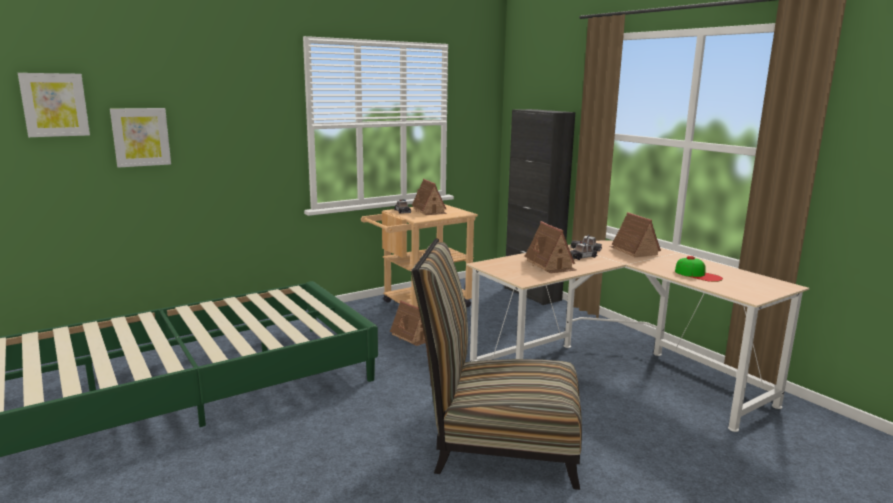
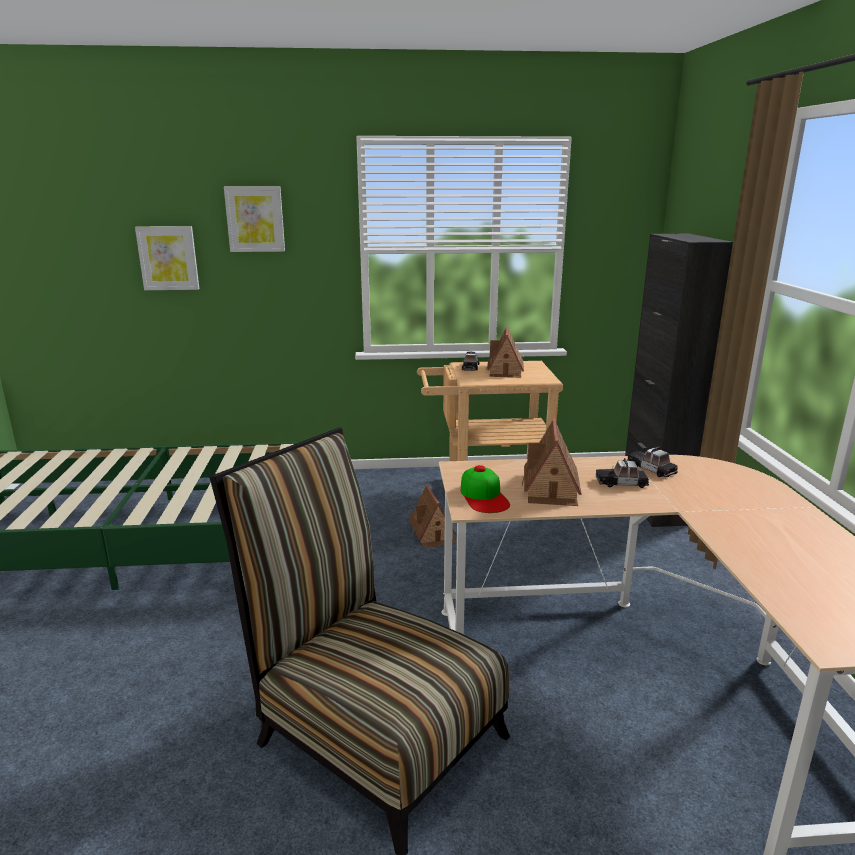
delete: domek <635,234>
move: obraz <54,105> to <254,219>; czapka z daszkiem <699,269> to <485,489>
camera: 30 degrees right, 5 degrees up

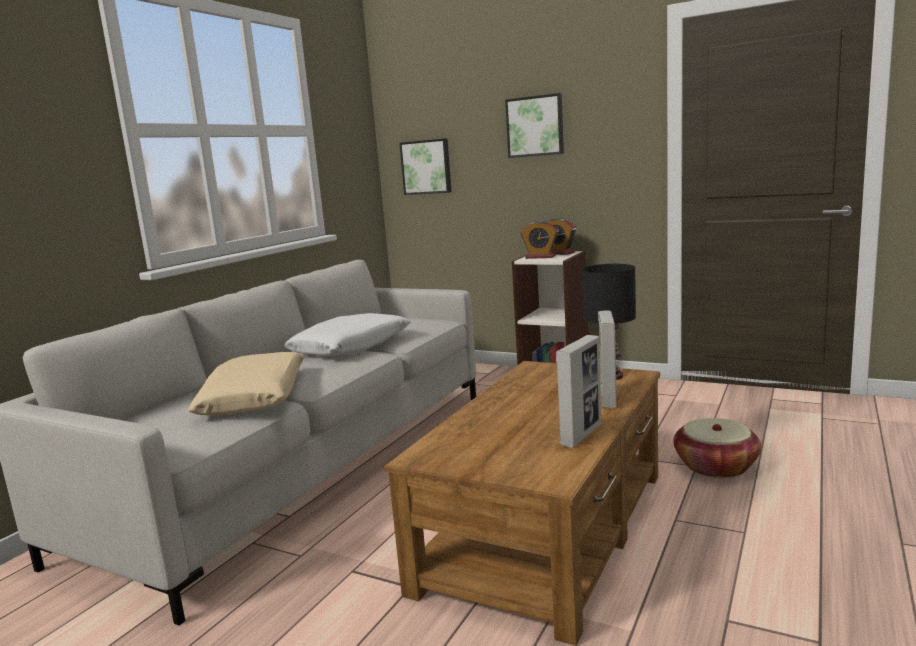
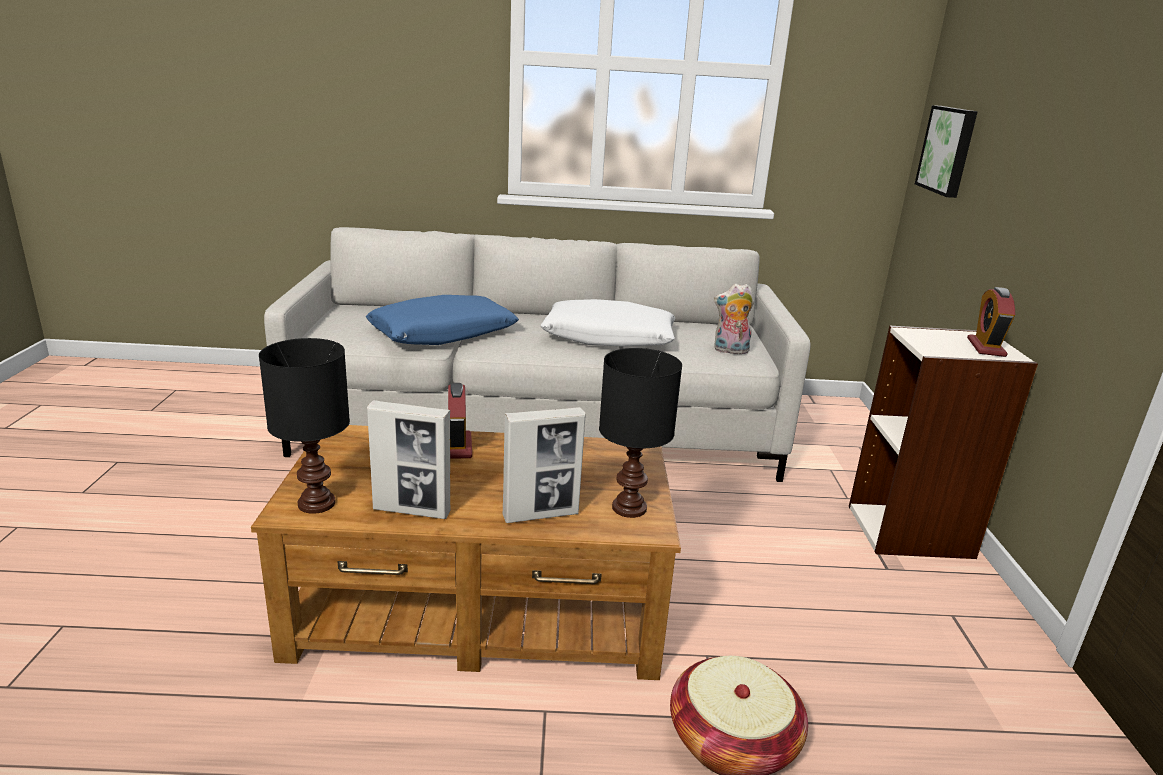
delete: obraz <534,125>
insert: lampa stołowa (czarny) <304,426>; pluszak <734,320>
move: budzik <539,240> to <460,421>
recolor: poduszka (beżowy) <246,383> to poduszka (niebieski) <442,320>
camera: 60 degrees right, 10 degrees up

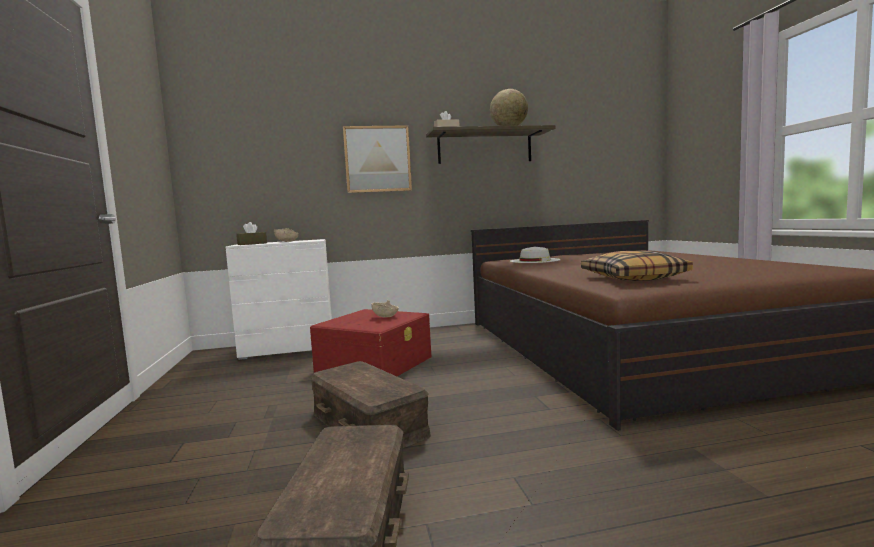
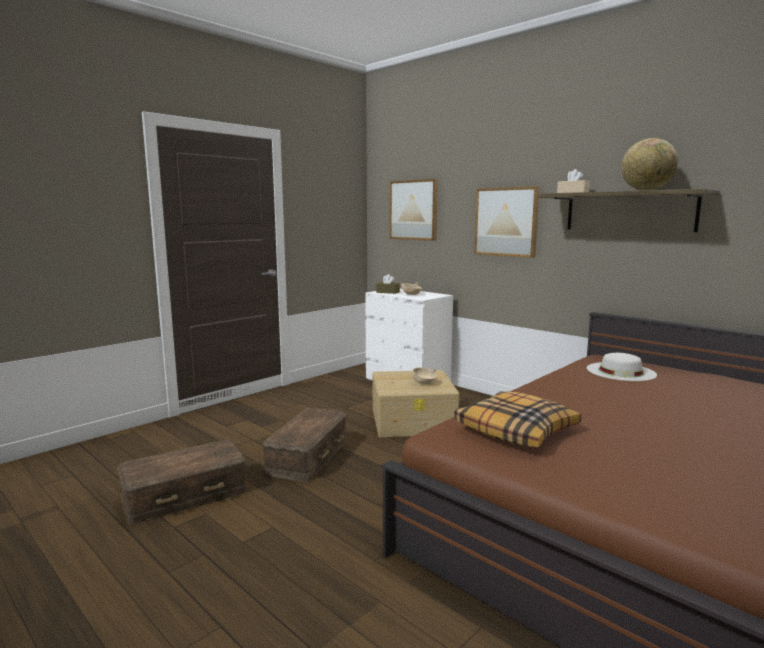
insert: obraz <414,210>
recolor: pojemnik do przechowywania (czerwony) <370,342> to pojemnik do przechowywania (beżowy) <416,403>
camera: 55 degrees right, 5 degrees up

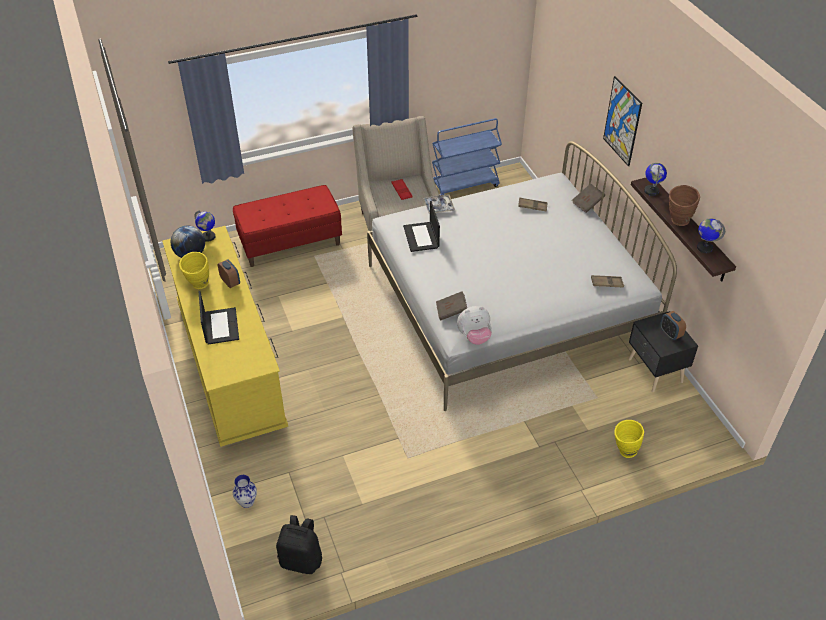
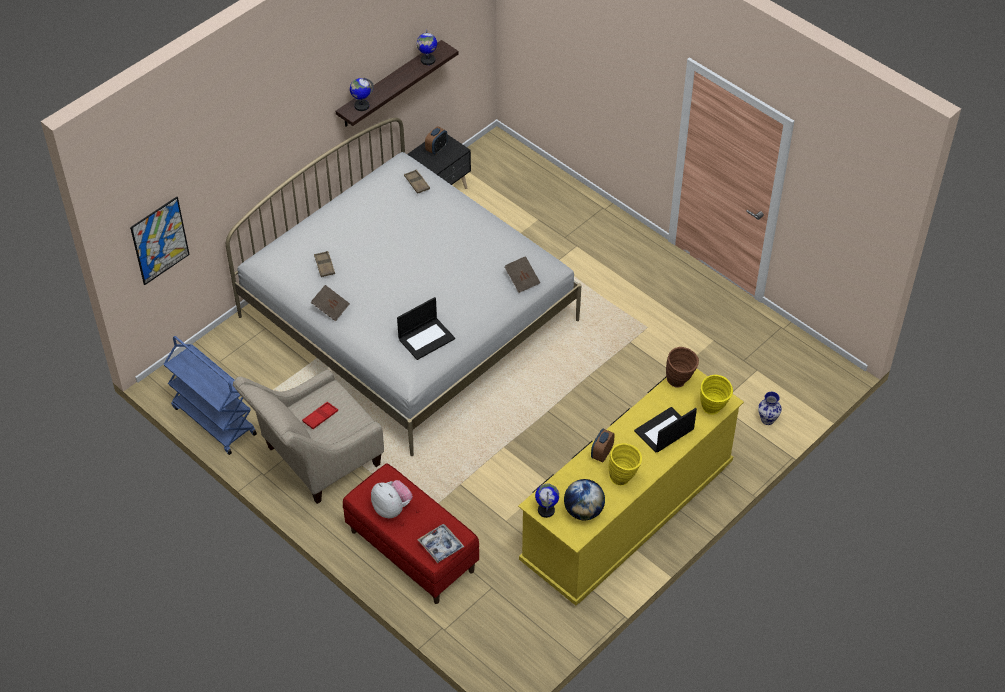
delete: plecak (czarny) <299,544>
move: taca <439,204> to <440,543>; pluszak <474,325> to <392,499>; książka (brązowy) <588,198> to <330,303>; obraz <622,121> to <160,241>; wazon (żółty) <629,439> to <716,395>; wazon (brązowy) <684,205> to <682,367>
camera: 115 degrees left, 5 degrees up

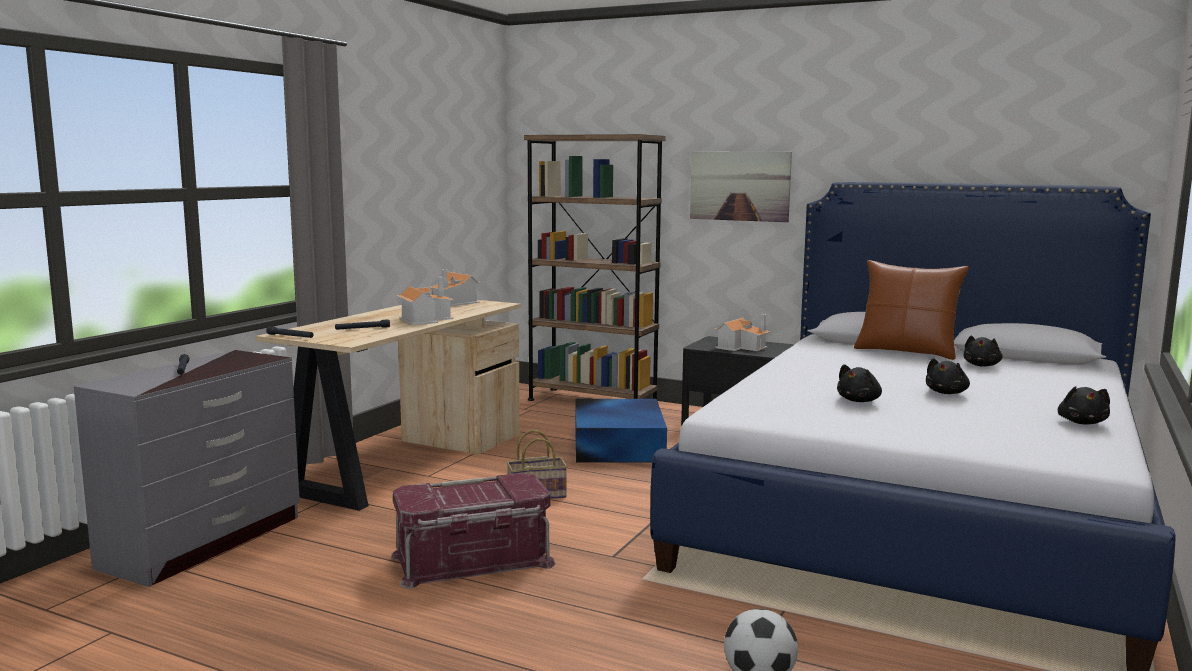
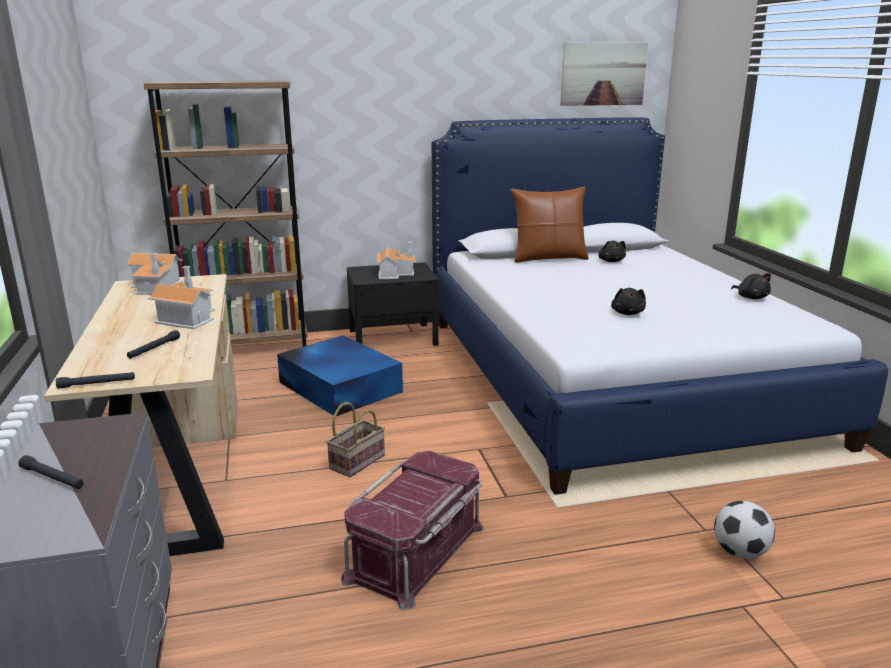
delete: pluszak (czarny) <948,376>
move: obraz <741,186> to <604,74>
camera: 40 degrees left, 10 degrees up

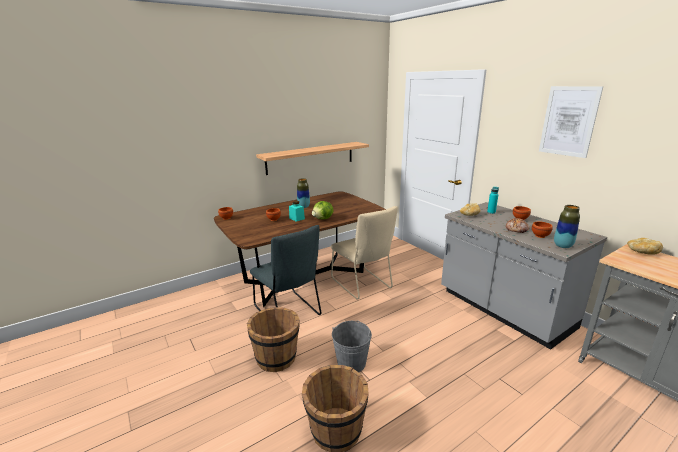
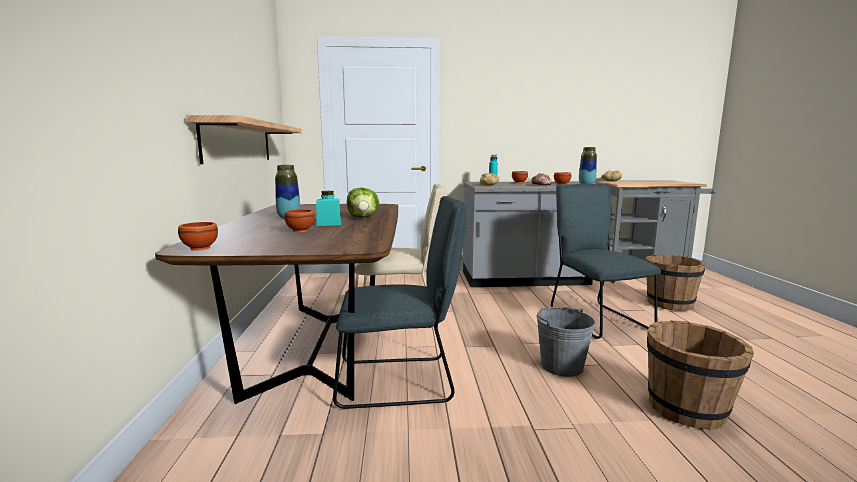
delete: obraz <571,122>
insert: krzesło (szary) <606,261>
move: wiadro (brązowy) <273,339> to <675,283>
camera: 60 degrees left, 10 degrees down

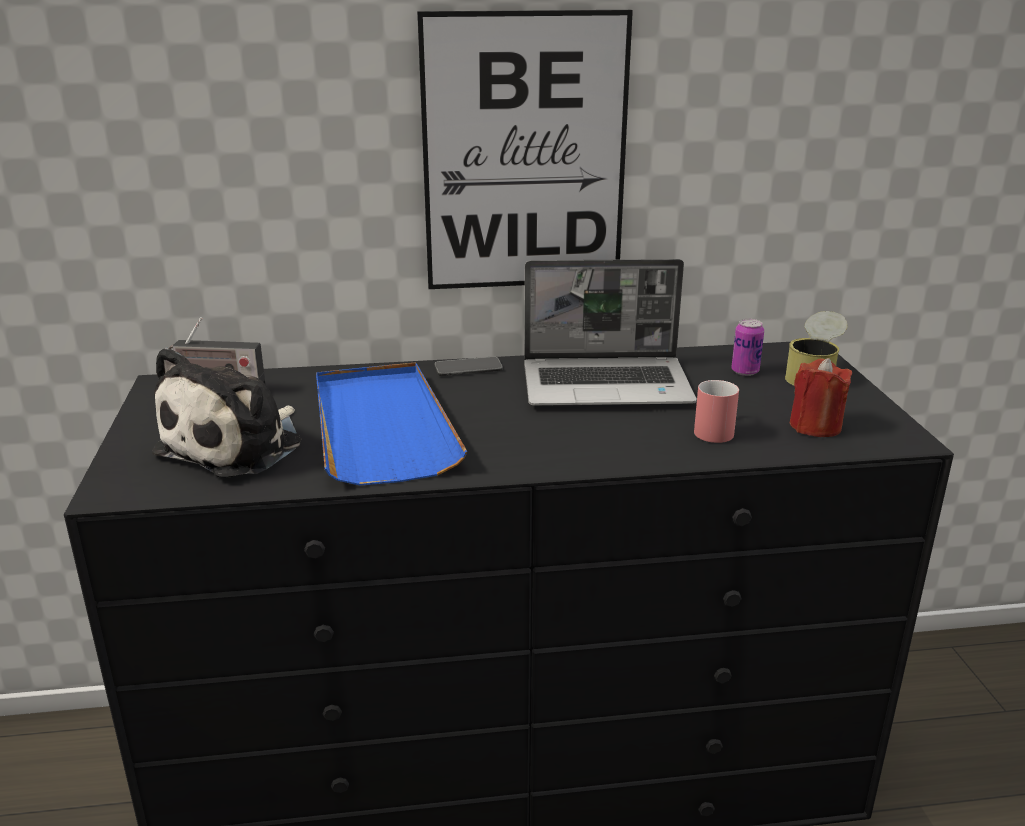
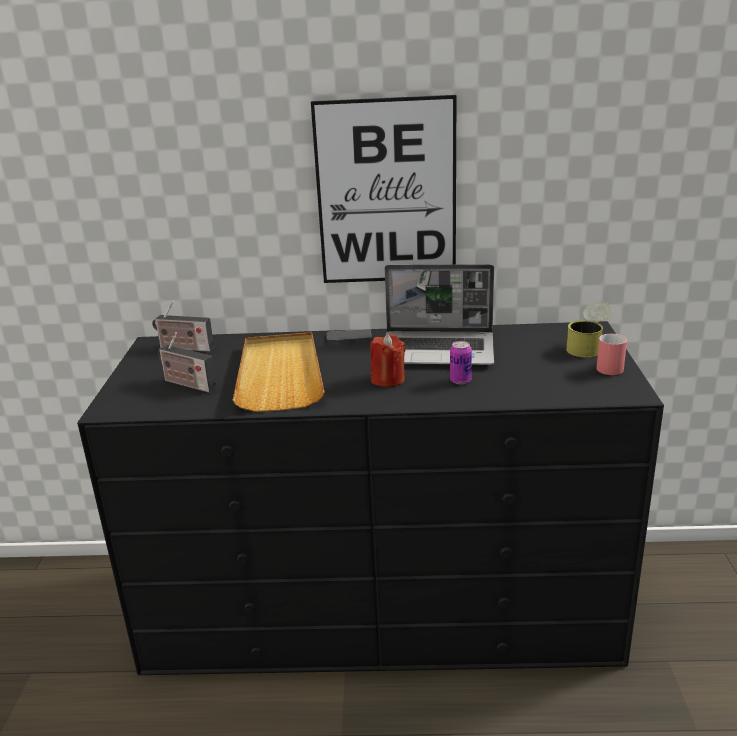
move: kubek (czerwony) <716,411> to <612,354>; puszka <747,347> to <461,363>; świeca (czerwony) <821,397> to <387,360>
replace: pluszak <226,412> to radio <187,362>
recolor: taca (niebieski) <391,424> to taca (beżowy) <279,372>
camera: 10 degrees right, 0 degrees up

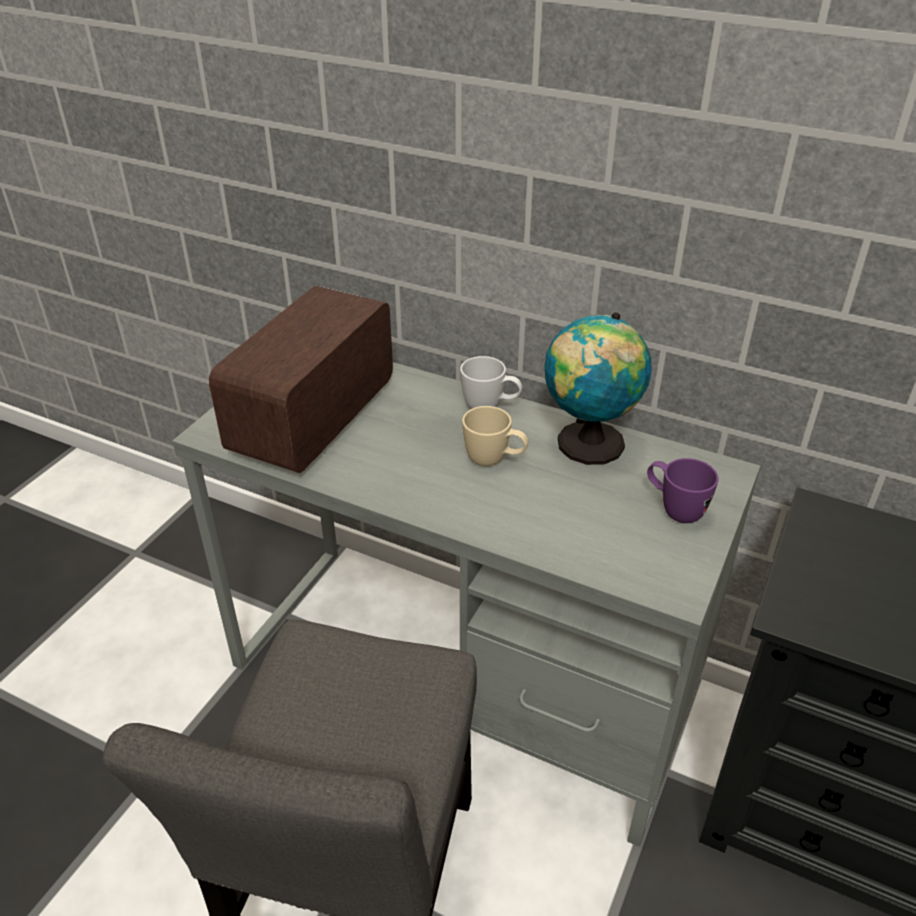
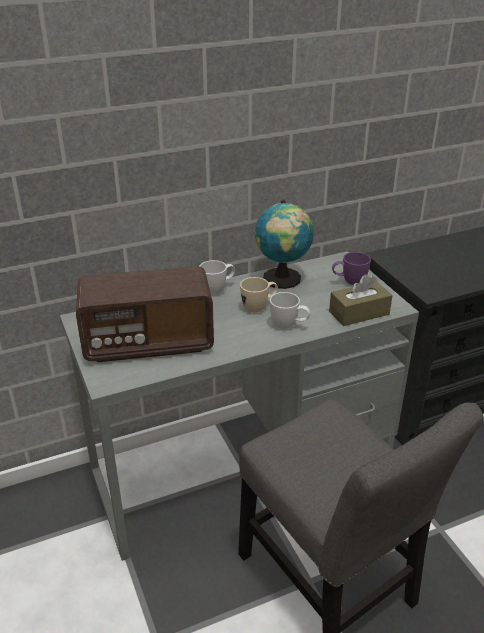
insert: kubek (biały) <290,310>; pudełko chusteczek (brązowy) <361,300>
rotate: radio <301,379> = <145,314> 75 degrees counterclockwise
camera: 50 degrees left, 5 degrees down

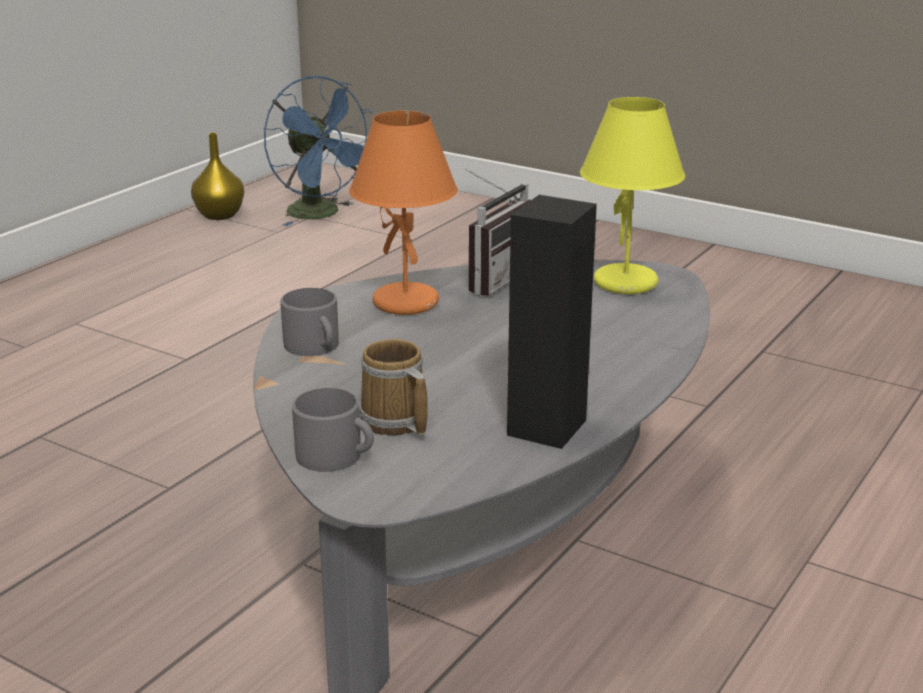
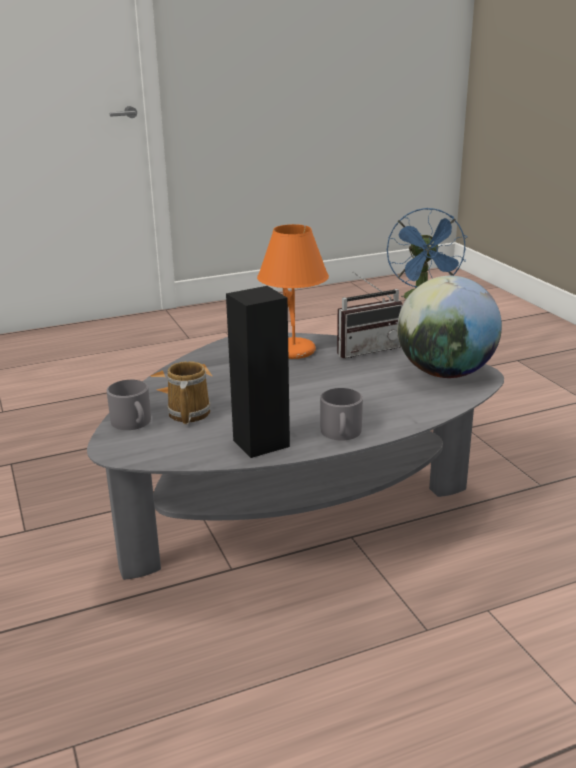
delete: wazon (żółty) <217,176>
move: kubek (szary) <309,322> to <341,414>
replace: lampa stołowa (żółty) <632,195> to globus <449,327>
camera: 35 degrees right, 0 degrees up

